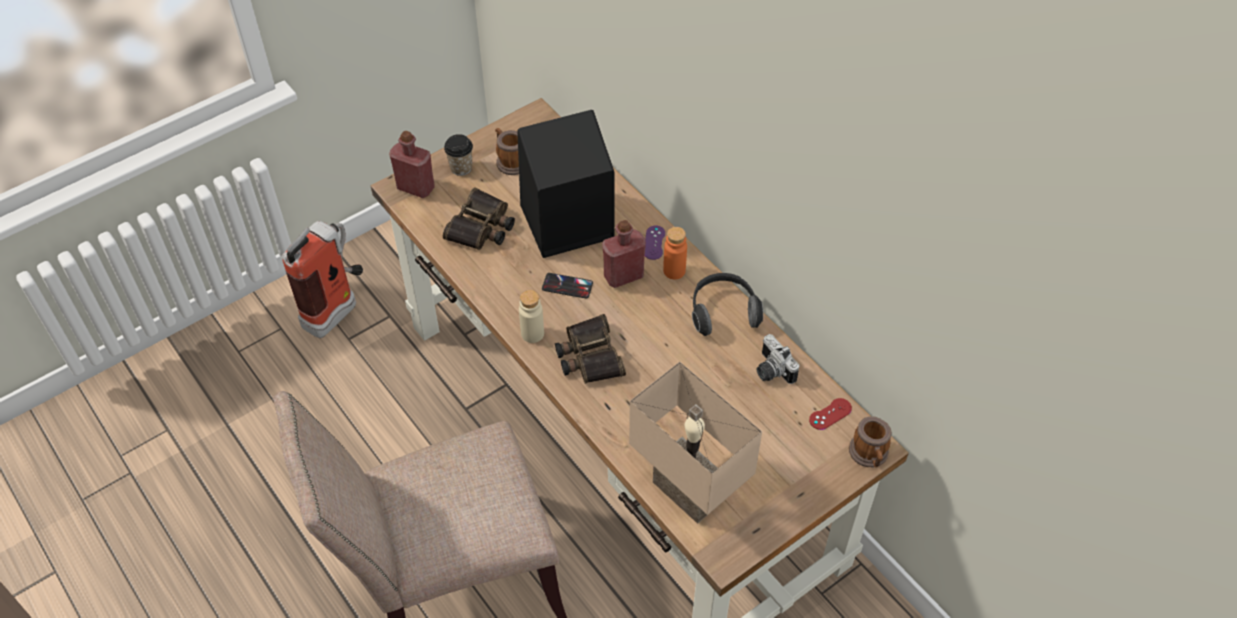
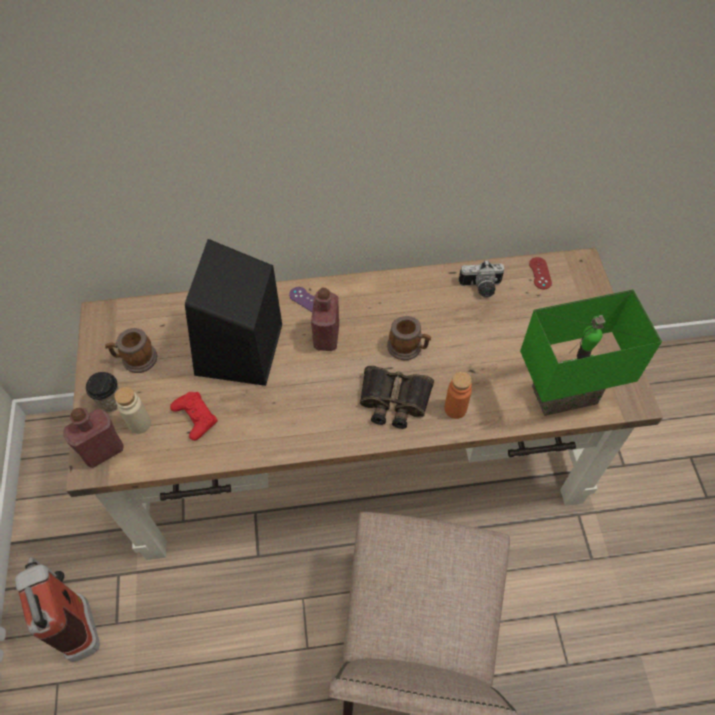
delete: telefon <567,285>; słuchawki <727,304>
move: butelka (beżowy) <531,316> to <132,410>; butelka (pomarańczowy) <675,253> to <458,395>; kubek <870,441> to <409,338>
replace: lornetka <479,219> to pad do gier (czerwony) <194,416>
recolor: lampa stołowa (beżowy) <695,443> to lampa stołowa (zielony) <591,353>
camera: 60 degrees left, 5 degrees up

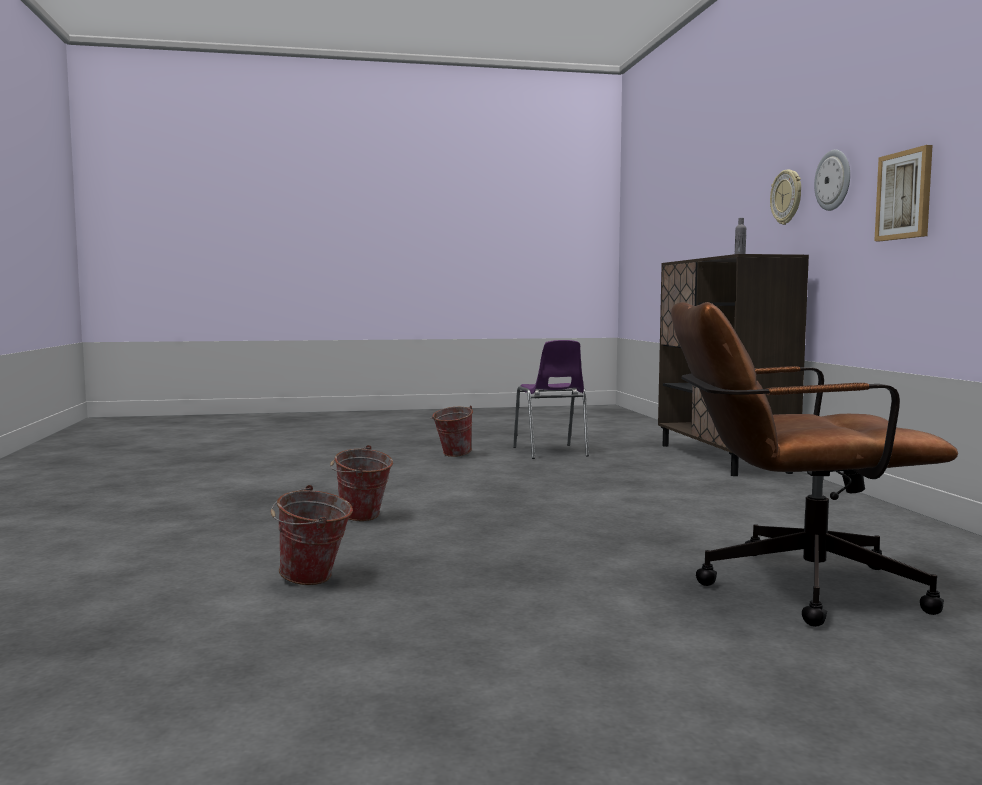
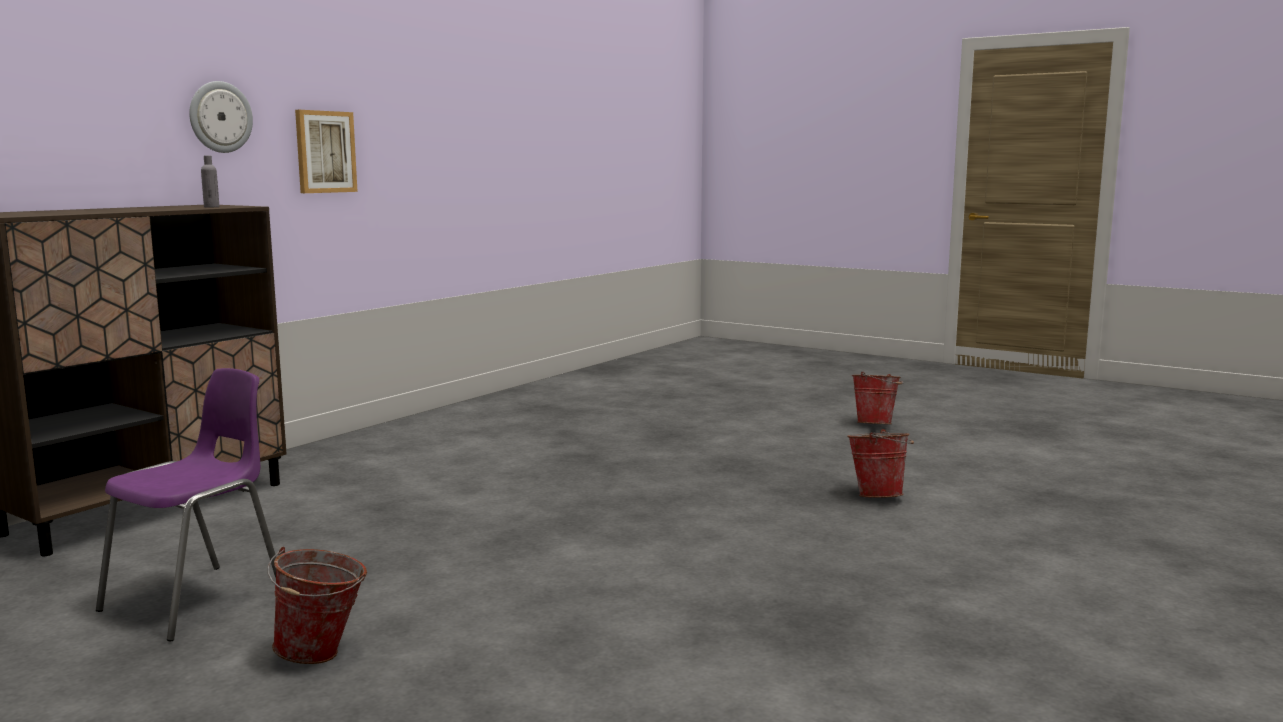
delete: krzesło biurowe (brązowy) <814,464>; zegar ścienny <785,197>
move: wiadro <361,483> to <877,398>
camera: 135 degrees left, 5 degrees up

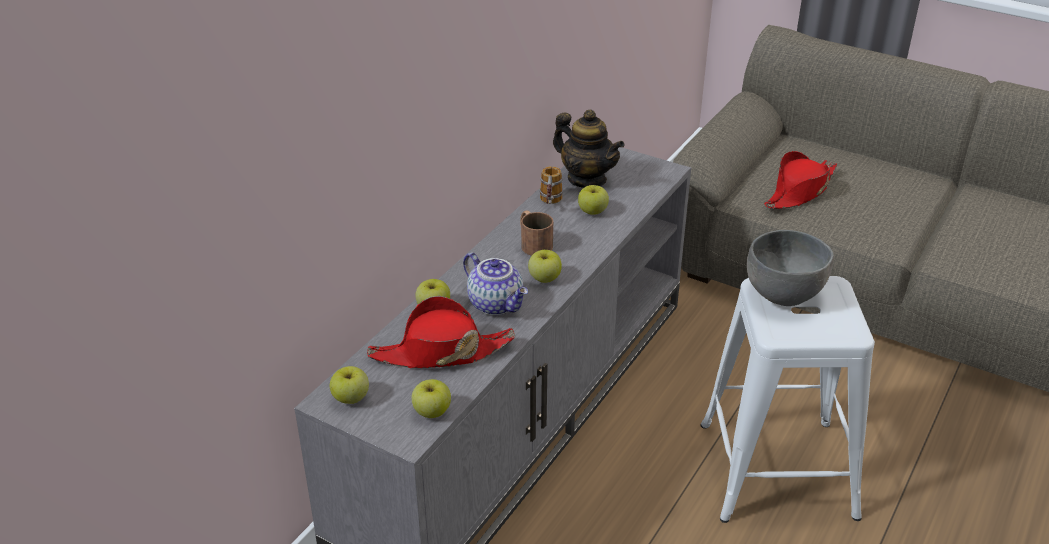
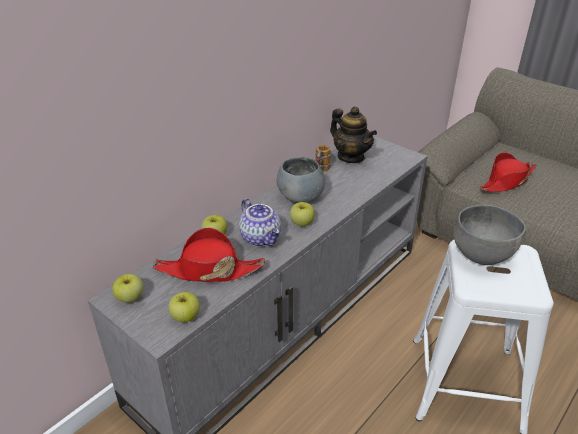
delete: jabłko <593,200>
replace: kubek (brązowy) <536,233> to miska (szary) <301,180>
camera: 10 degrees right, 0 degrees up

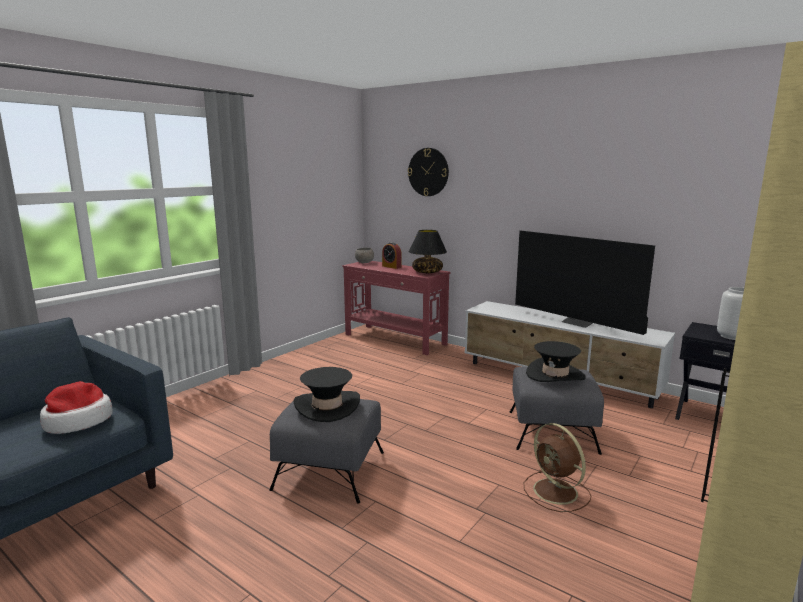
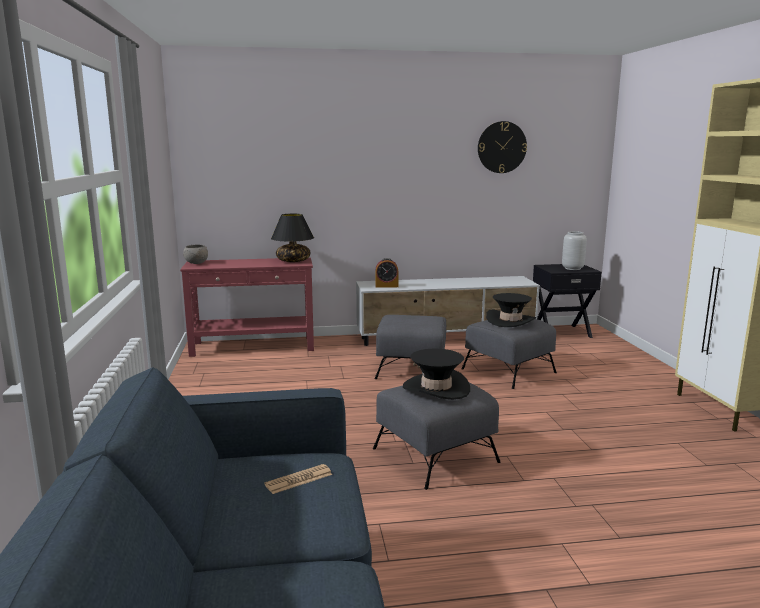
delete: telewizor <585,282>; wentylator (brązowy) <557,467>
insert: pufa (szary) <410,347>
move: budzik <392,255> to <387,273>; zegar ścienny <428,172> to <502,147>
replace: kapelusz <76,407> to gazeta <298,479>
camera: 45 degrees left, 0 degrees up

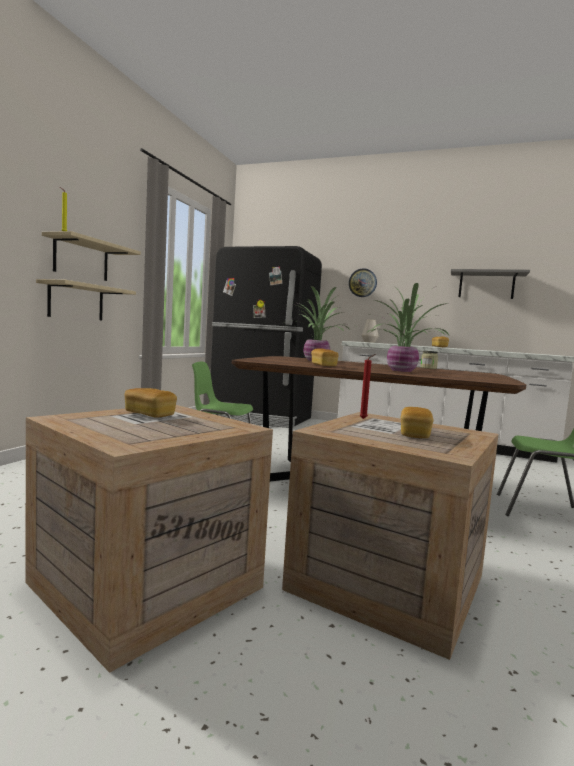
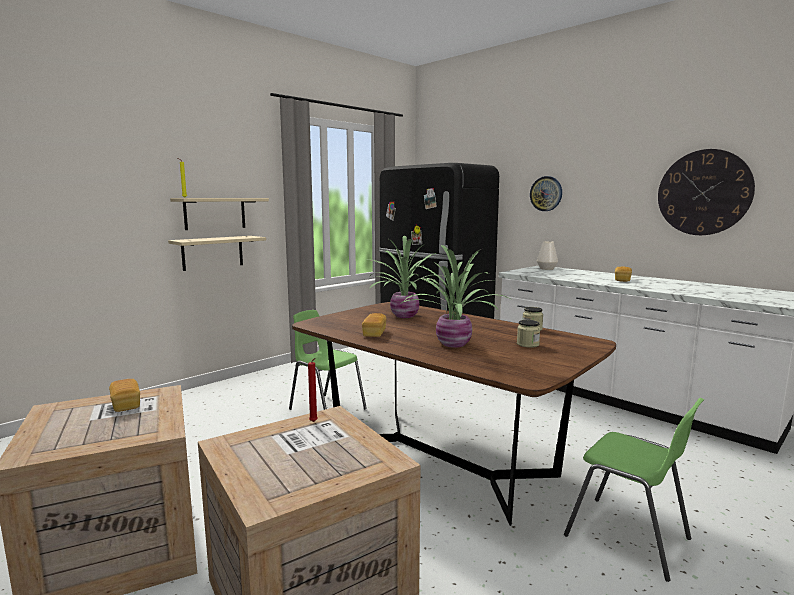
delete: chleb <417,422>
insert: słoik <528,334>
replace: półka (szary) <490,284> to zegar ścienny <706,192>
camera: 25 degrees right, 5 degrees up

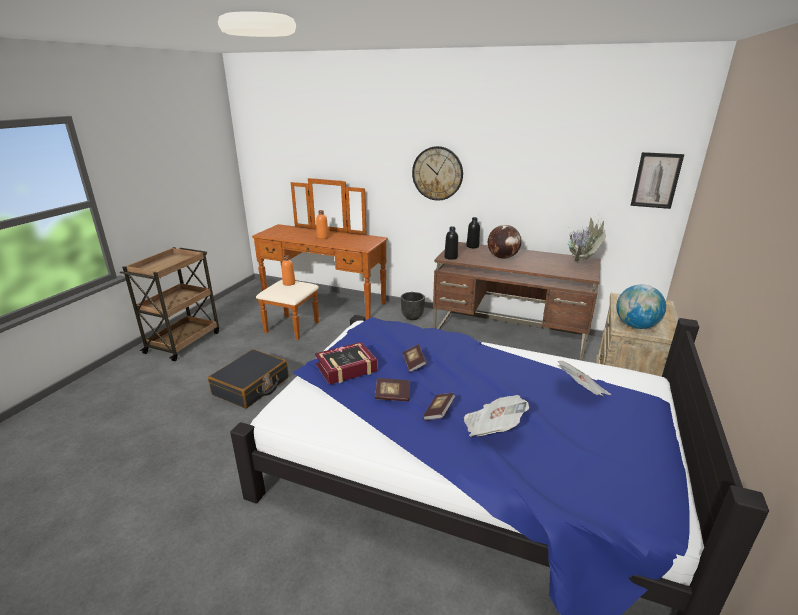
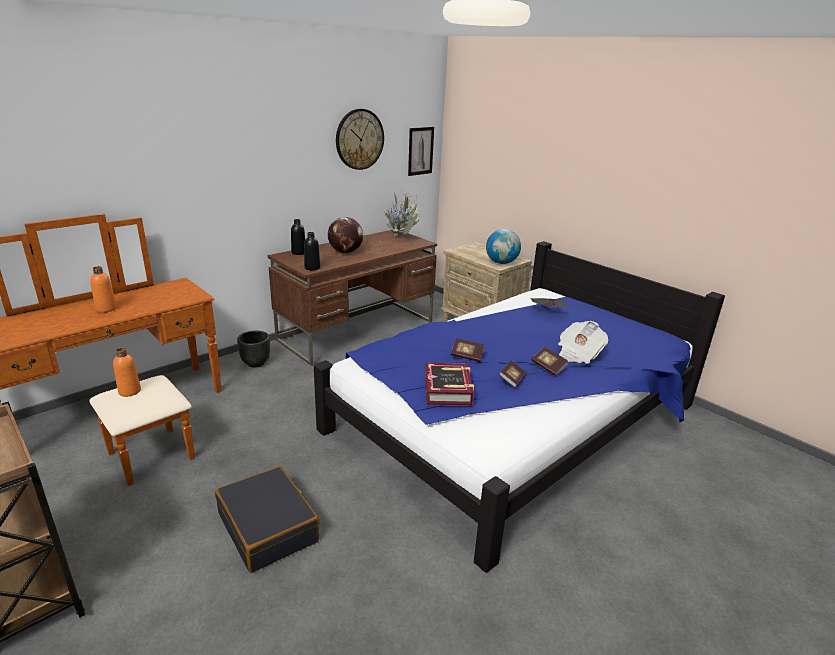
move: zegar ścienny <437,173> to <360,139>
camera: 65 degrees left, 0 degrees up

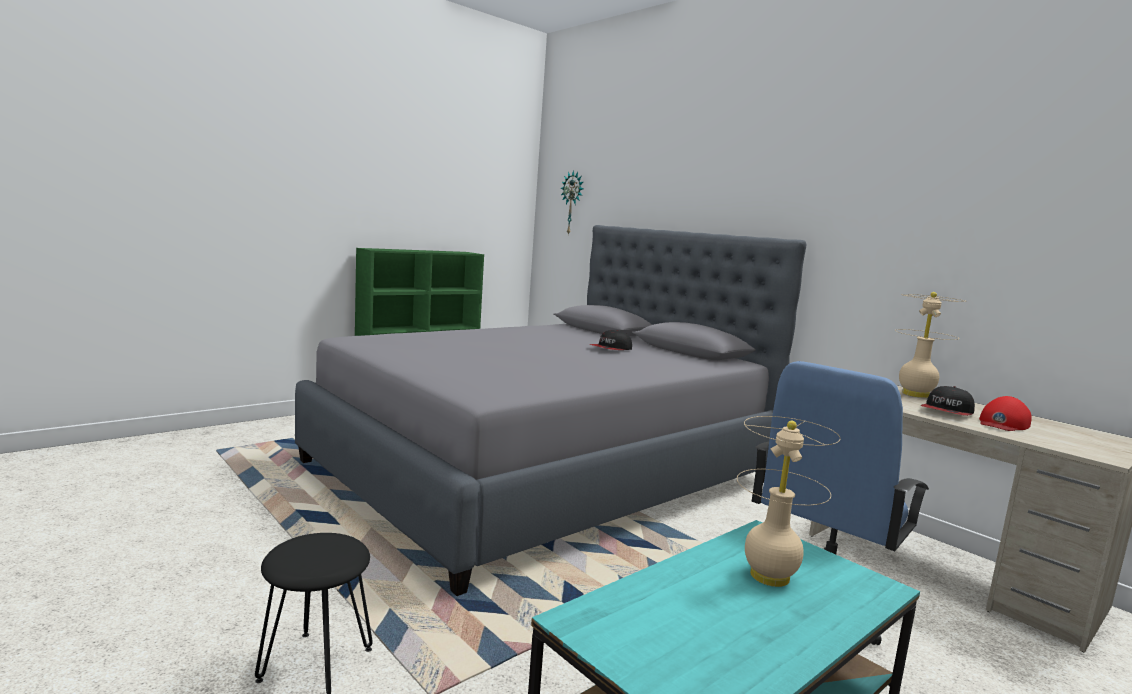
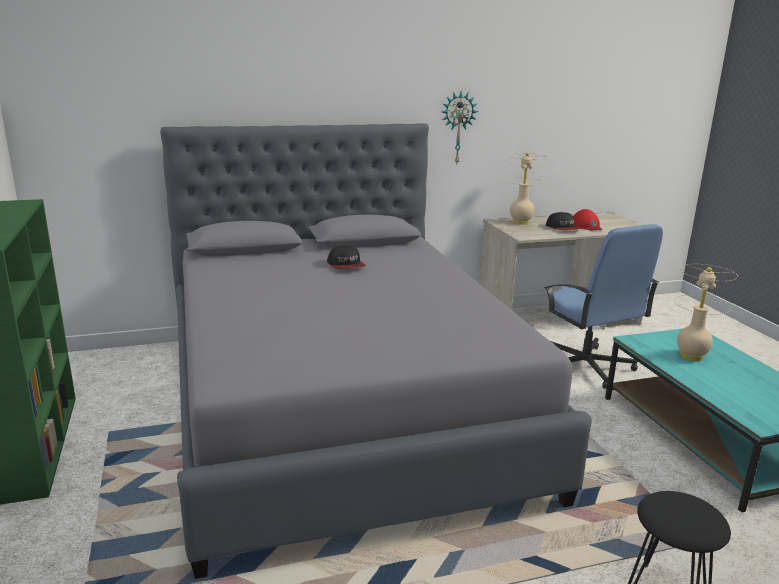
move: zegar ścienny <572,202> to <460,127>
camera: 65 degrees left, 10 degrees up

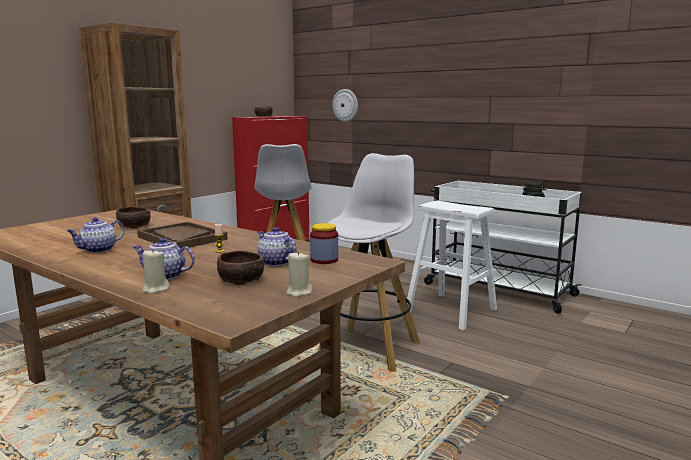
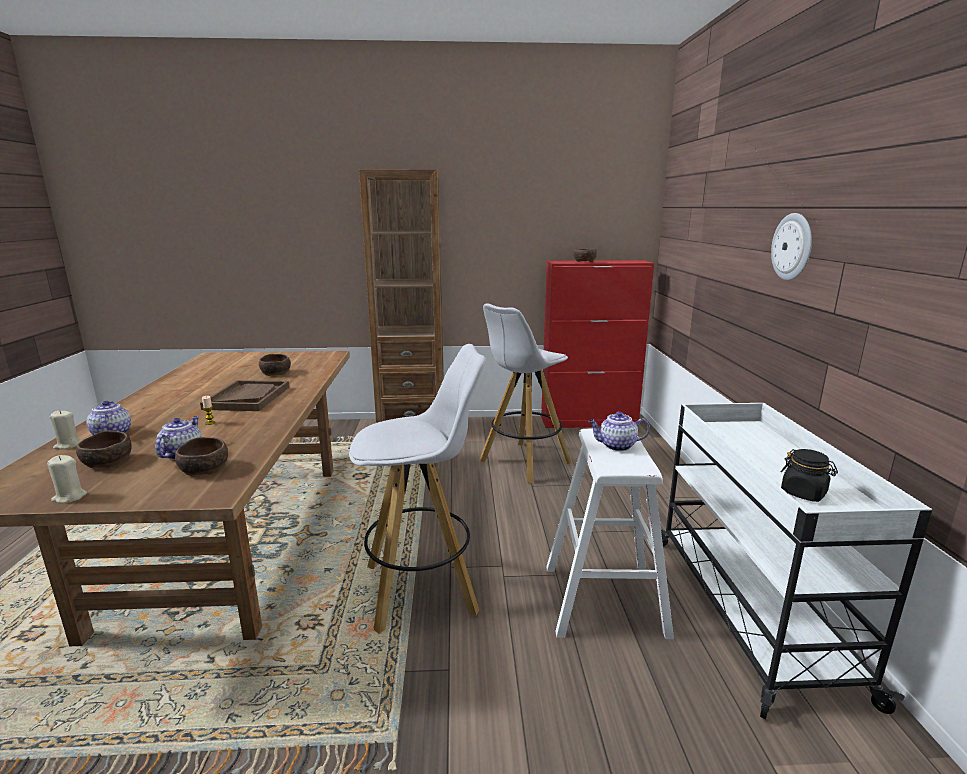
move: imbryk <96,235> to <619,431>; zegar ścienny <345,105> to <791,246>
replace: słoik <324,243> to miska (brązowy) <201,456>
camera: 50 degrees right, 5 degrees up

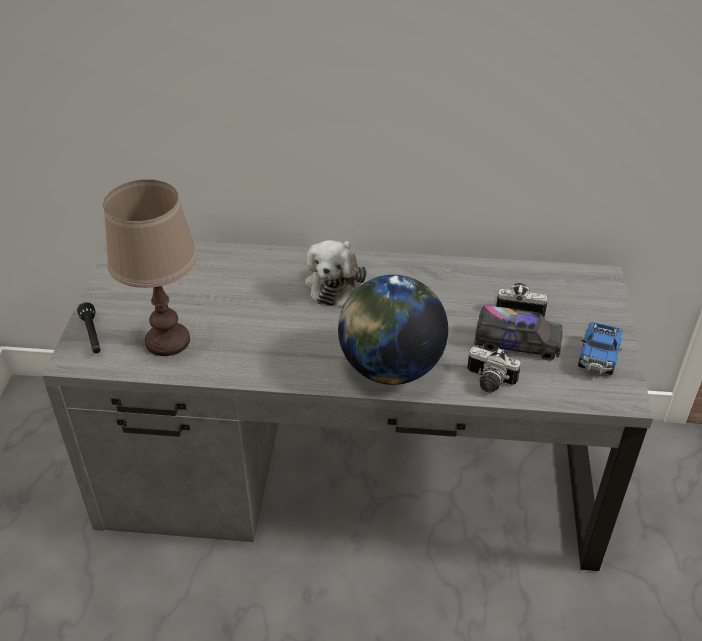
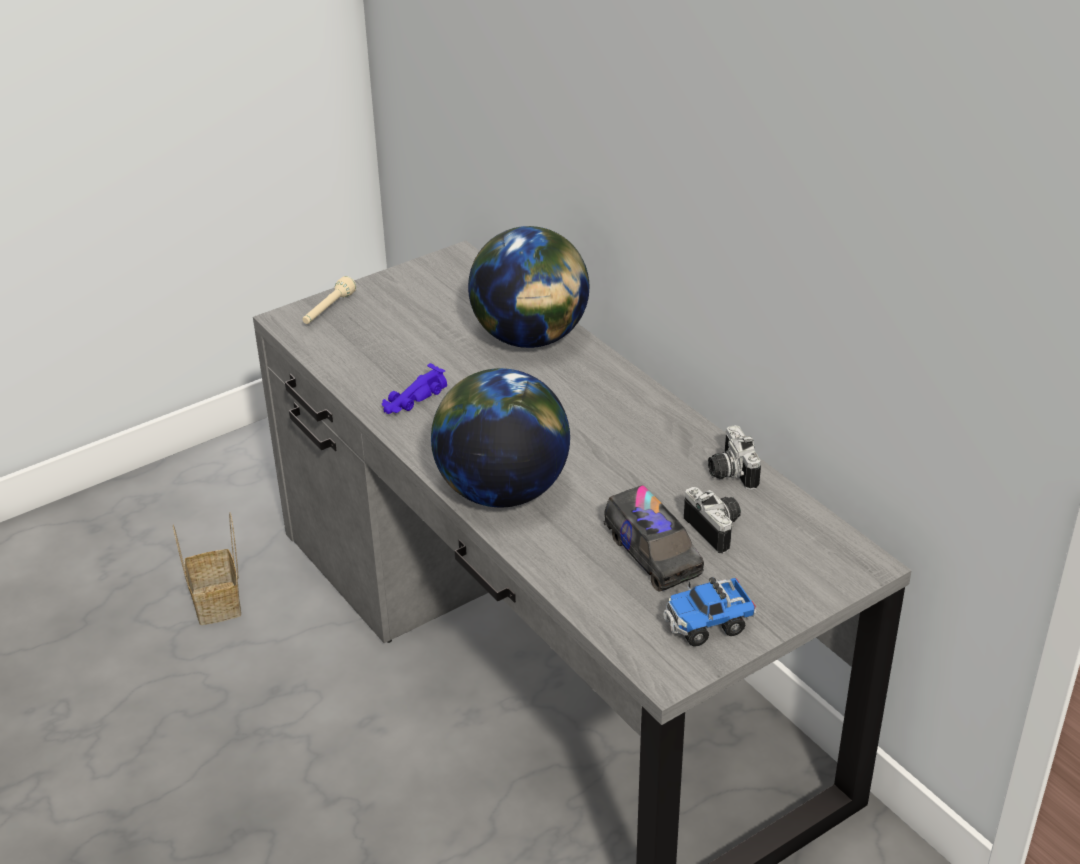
delete: lampa stołowa (brązowy) <150,267>; pluszak <336,273>
insert: koszyk <207,569>; samochodzik (fioletowy) <414,388>; globus <529,287>
move: aparat fotograficzny <494,369> to <734,457>
recolor: latarka (czarny) <88,328> to latarka (beżowy) <329,300>
camera: 50 degrees right, 5 degrees down

